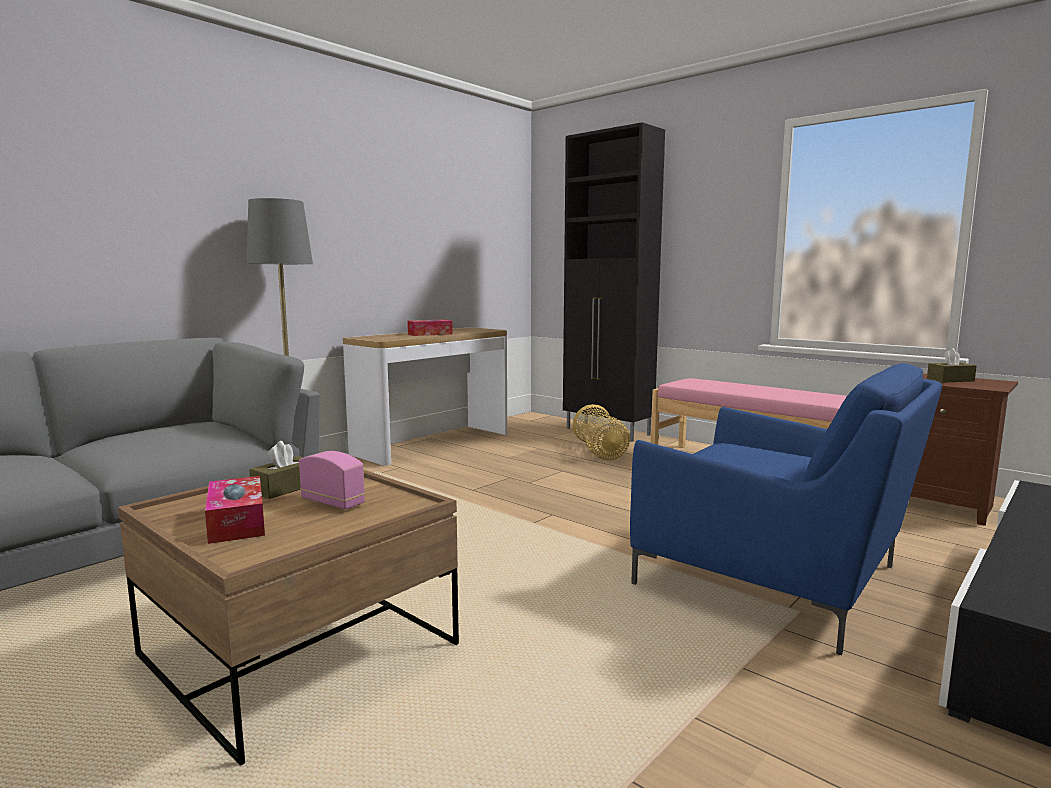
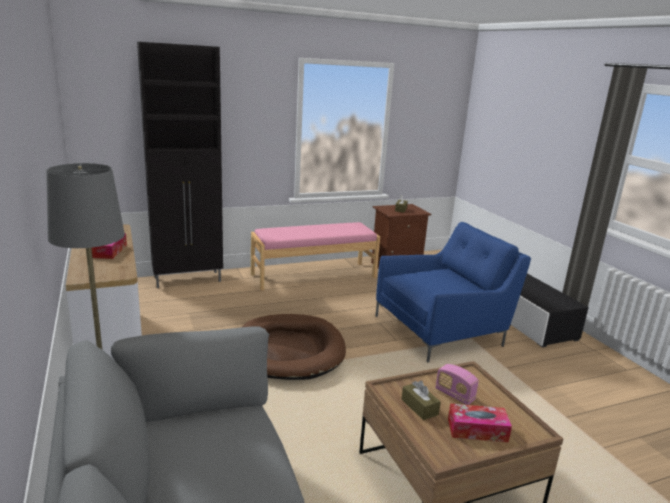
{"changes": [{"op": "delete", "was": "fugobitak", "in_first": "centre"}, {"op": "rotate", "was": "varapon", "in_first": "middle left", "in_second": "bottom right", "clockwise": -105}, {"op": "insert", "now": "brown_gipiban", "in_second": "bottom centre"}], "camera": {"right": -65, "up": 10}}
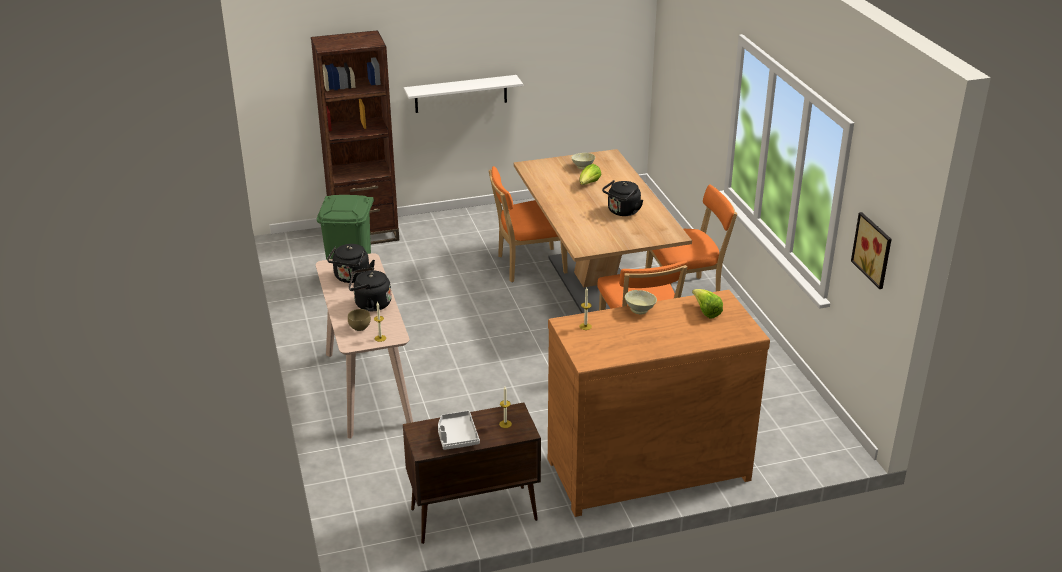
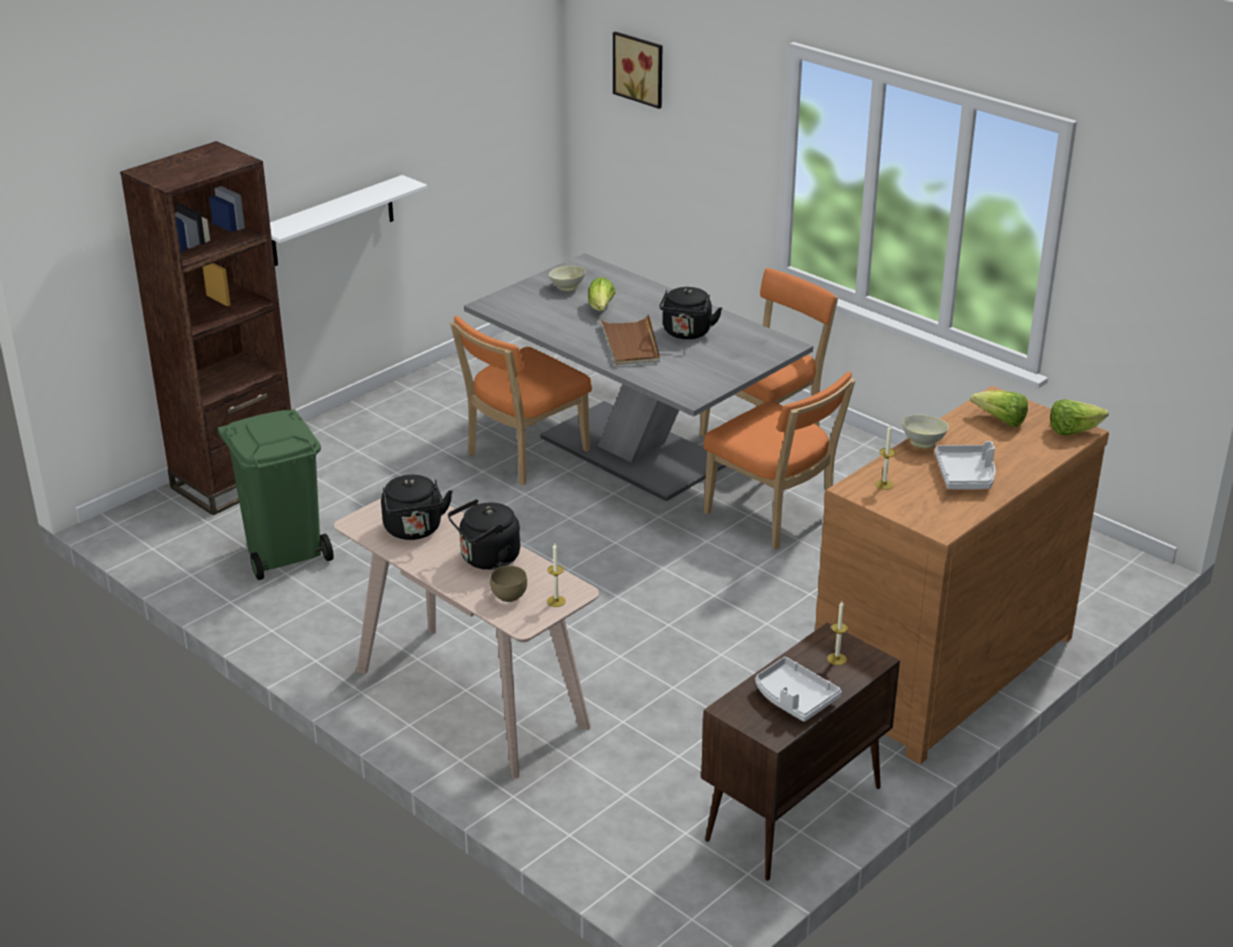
{"changes": [{"op": "recolor", "was": "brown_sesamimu", "now": "grey_sesamimu", "in_first": "centre", "in_second": "centre"}, {"op": "move", "was": "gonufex", "in_first": "middle right", "in_second": "top centre"}, {"op": "insert", "now": "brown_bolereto", "in_second": "centre"}, {"op": "insert", "now": "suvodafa (3rd from left)", "in_second": "middle right"}, {"op": "insert", "now": "grey_bolereto (2nd from left)", "in_second": "middle right"}], "camera": {"right": -30, "up": 0}}
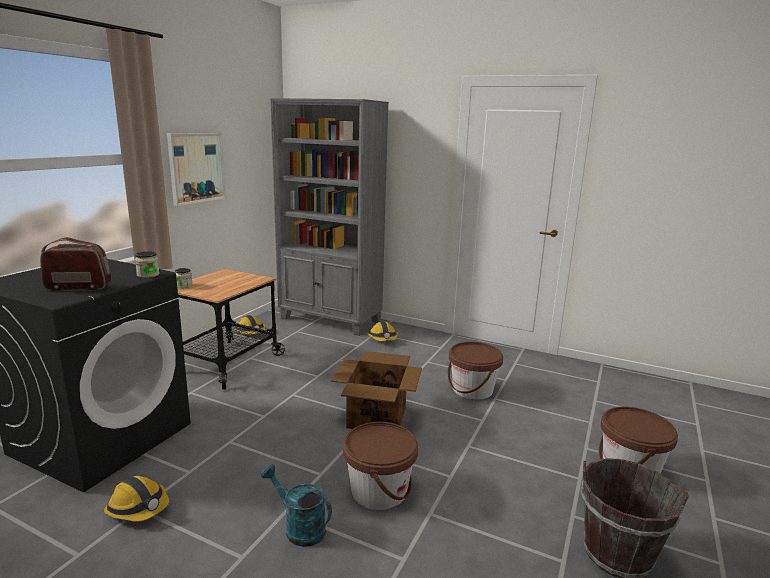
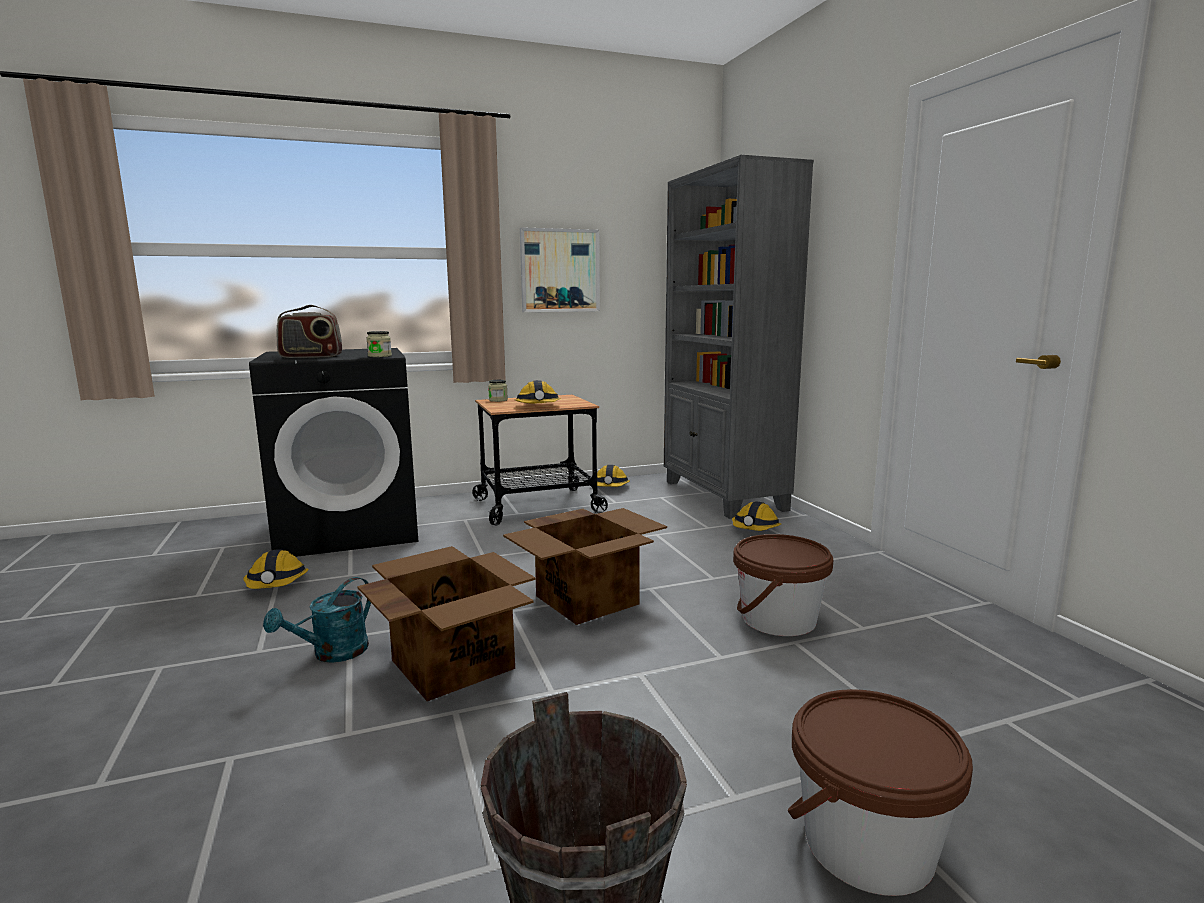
{"changes": [{"op": "rotate", "was": "varapon", "in_first": "middle left", "in_second": "middle left", "clockwise": 135}, {"op": "replace", "was": "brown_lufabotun (1st from left)", "now": "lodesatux (1st from left)", "in_first": "bottom centre", "in_second": "bottom centre"}, {"op": "rotate", "was": "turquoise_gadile", "in_first": "bottom centre", "in_second": "bottom left", "clockwise": -135}, {"op": "insert", "now": "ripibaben (2nd from left)", "in_second": "centre"}], "camera": {"right": 45, "up": -5}}
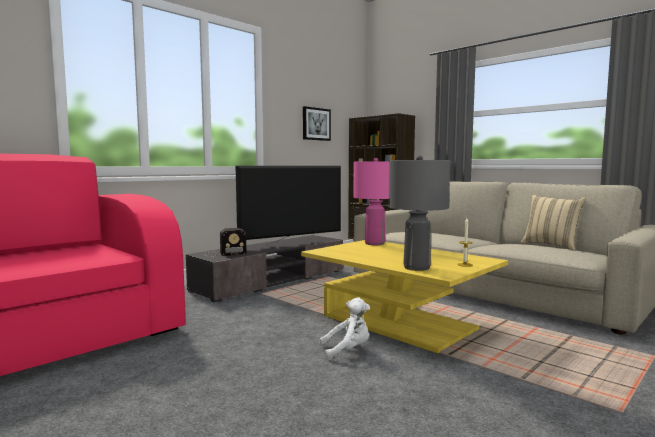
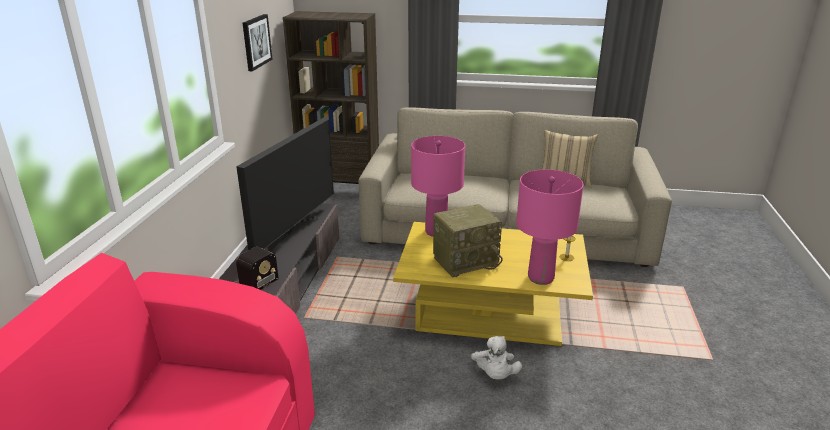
{"changes": [{"op": "recolor", "was": "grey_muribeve", "now": "pink_muribeve (2nd from left)", "in_first": "centre", "in_second": "centre"}, {"op": "rotate", "was": "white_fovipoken", "in_first": "bottom centre", "in_second": "bottom centre", "clockwise": 135}, {"op": "insert", "now": "varapon (2nd from left)", "in_second": "centre"}], "camera": {"right": -35, "up": 20}}
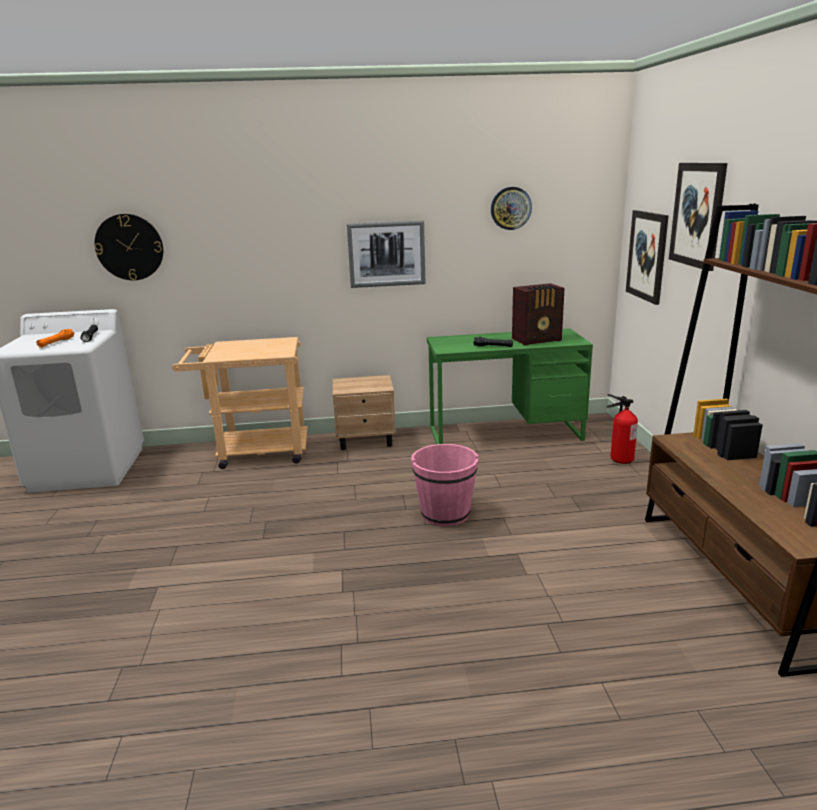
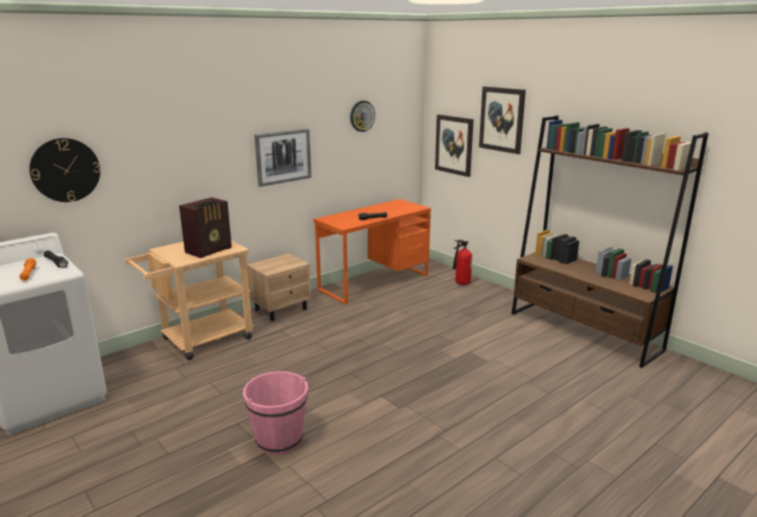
{"changes": [{"op": "move", "was": "varapon", "in_first": "centre", "in_second": "middle left"}, {"op": "recolor", "was": "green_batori", "now": "orange_batori", "in_first": "centre", "in_second": "centre"}, {"op": "move", "was": "pink_lufabotun", "in_first": "centre", "in_second": "bottom centre"}], "camera": {"right": -35, "up": 0}}
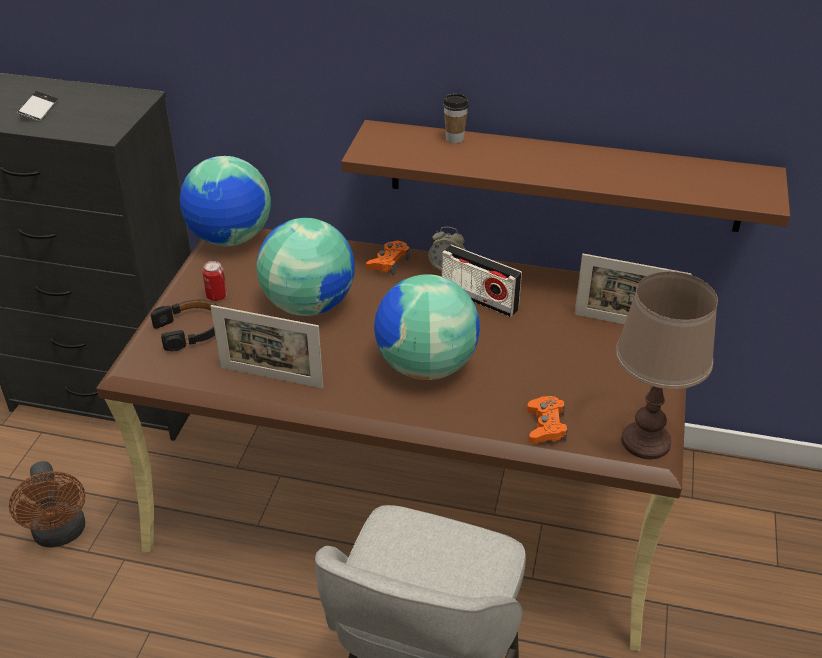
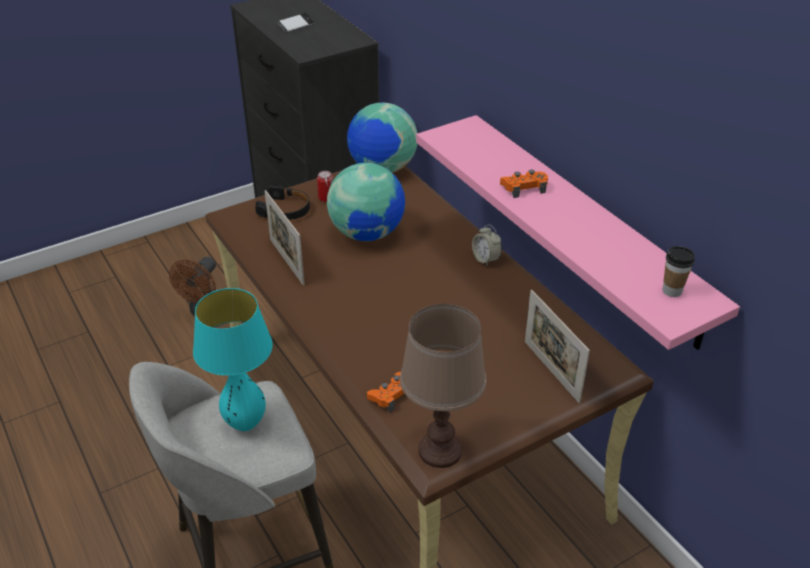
{"changes": [{"op": "move", "was": "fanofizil", "in_first": "top centre", "in_second": "middle right"}, {"op": "recolor", "was": "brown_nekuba", "now": "pink_nekuba", "in_first": "top right", "in_second": "middle right"}, {"op": "move", "was": "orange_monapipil (1st from left in the first image)", "now": "orange_monapipil (2nd from left)", "in_first": "centre", "in_second": "top centre"}, {"op": "delete", "was": "varapon", "in_first": "centre"}, {"op": "delete", "was": "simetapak (3rd from left)", "in_first": "centre"}, {"op": "insert", "now": "turquoise_muribeve", "in_second": "middle left"}], "camera": {"right": 45, "up": 0}}
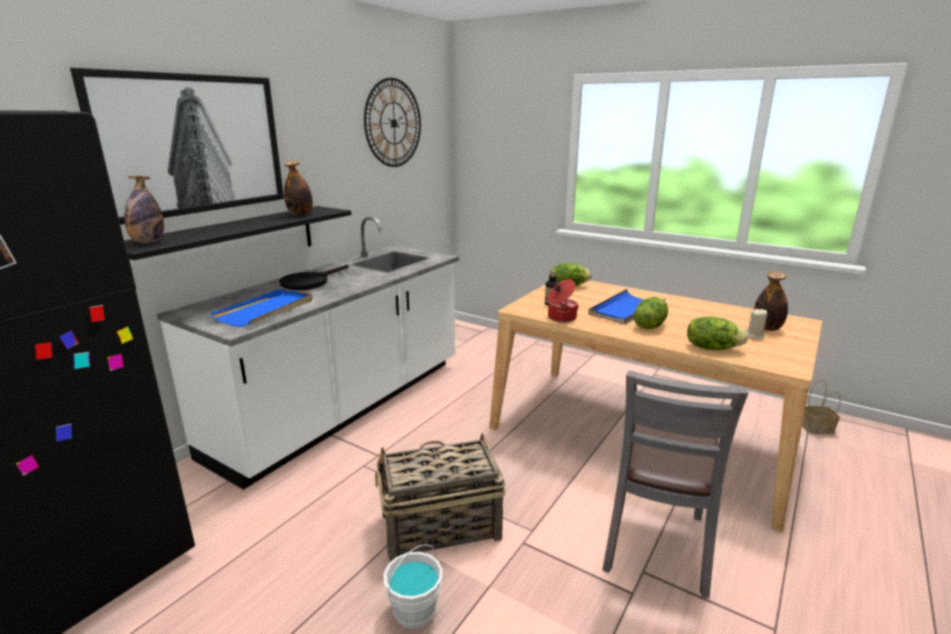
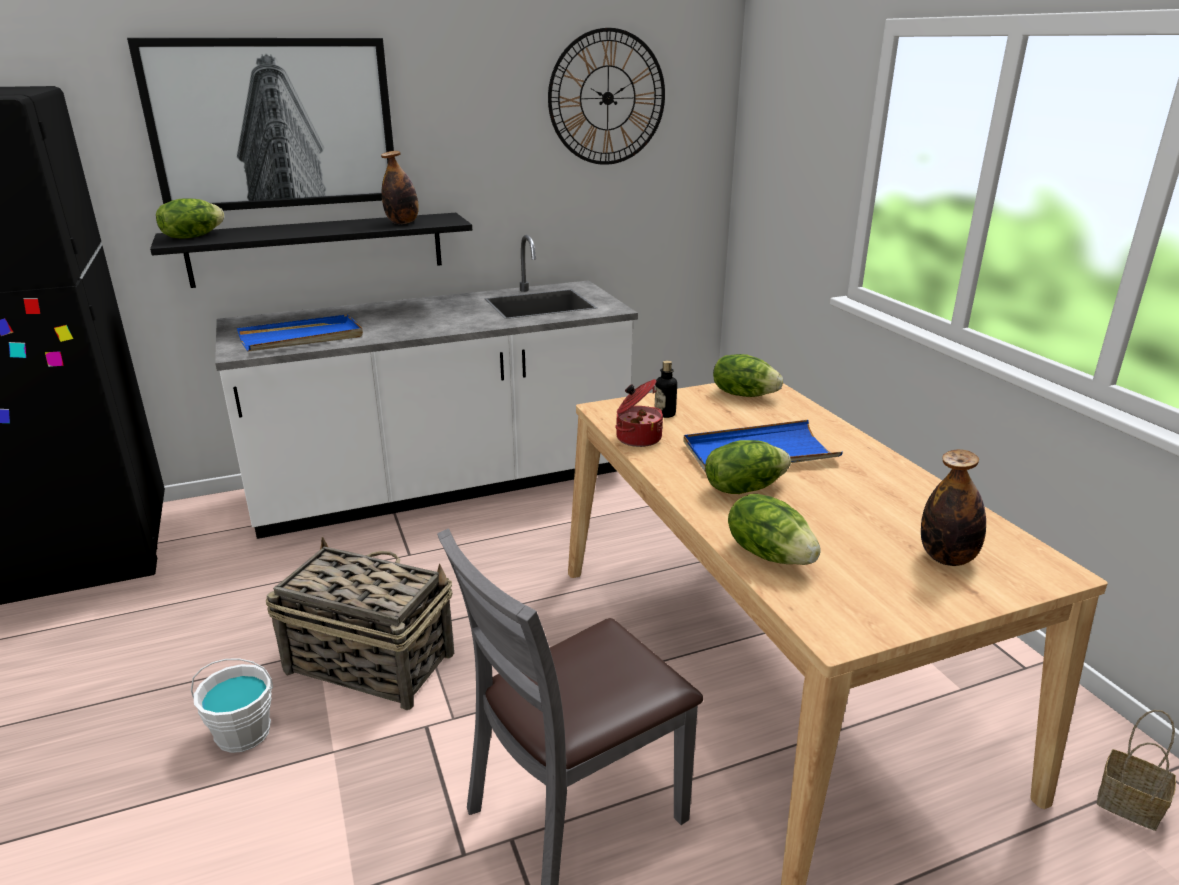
{"changes": [{"op": "replace", "was": "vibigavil (1st from left)", "now": "suvodafa (1st from left)", "in_first": "top left", "in_second": "top left"}, {"op": "delete", "was": "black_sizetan", "in_first": "middle left"}, {"op": "delete", "was": "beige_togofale", "in_first": "middle right"}], "camera": {"right": 35, "up": 5}}
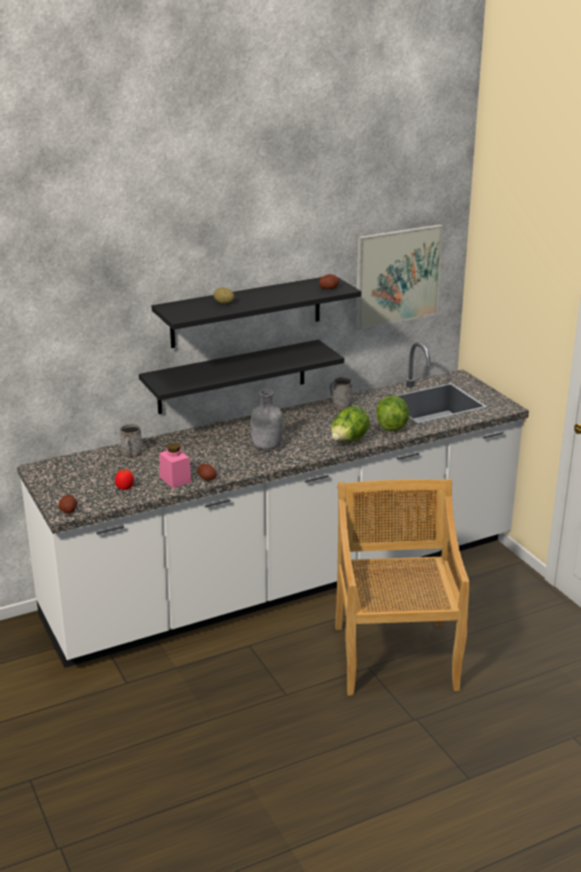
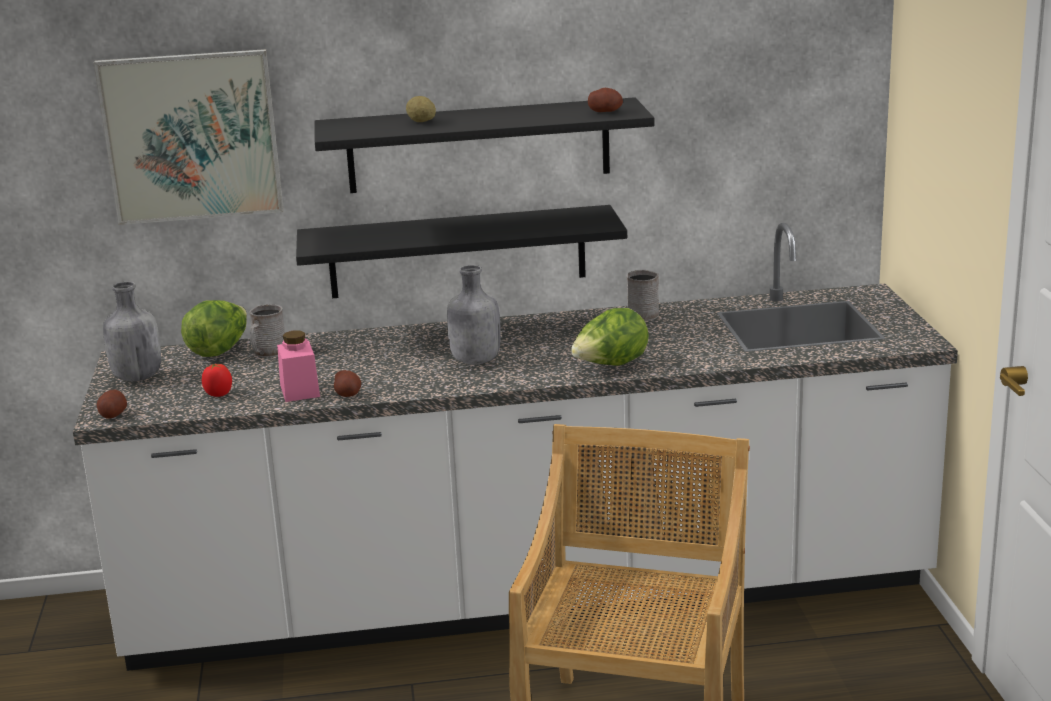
{"changes": [{"op": "move", "was": "gonufex", "in_first": "top right", "in_second": "top left"}, {"op": "move", "was": "suvodafa (2nd from left in the first image)", "now": "suvodafa (1st from left)", "in_first": "middle right", "in_second": "middle left"}, {"op": "insert", "now": "grey_vibigavil (1st from left)", "in_second": "middle left"}], "camera": {"right": 20, "up": -5}}
